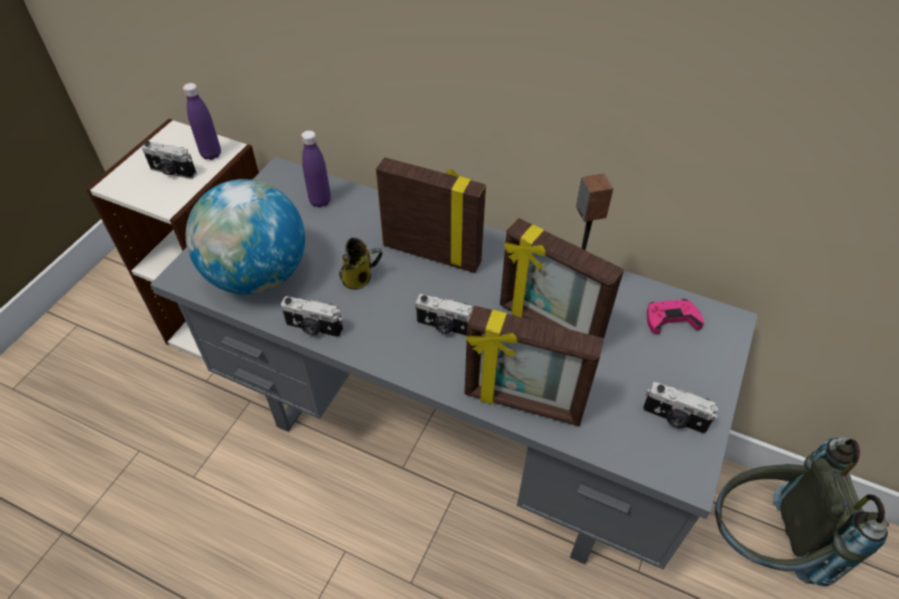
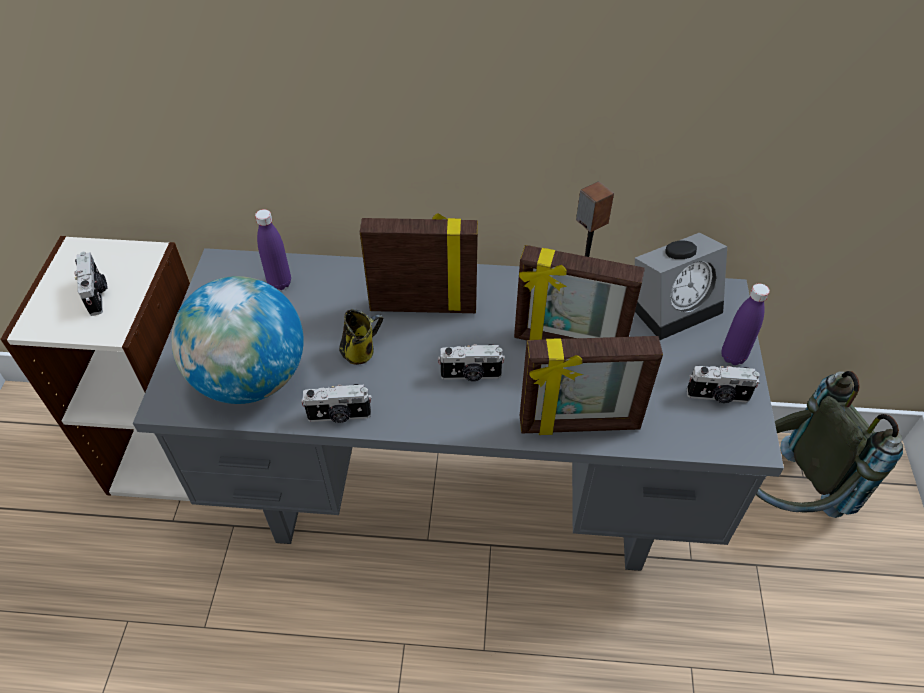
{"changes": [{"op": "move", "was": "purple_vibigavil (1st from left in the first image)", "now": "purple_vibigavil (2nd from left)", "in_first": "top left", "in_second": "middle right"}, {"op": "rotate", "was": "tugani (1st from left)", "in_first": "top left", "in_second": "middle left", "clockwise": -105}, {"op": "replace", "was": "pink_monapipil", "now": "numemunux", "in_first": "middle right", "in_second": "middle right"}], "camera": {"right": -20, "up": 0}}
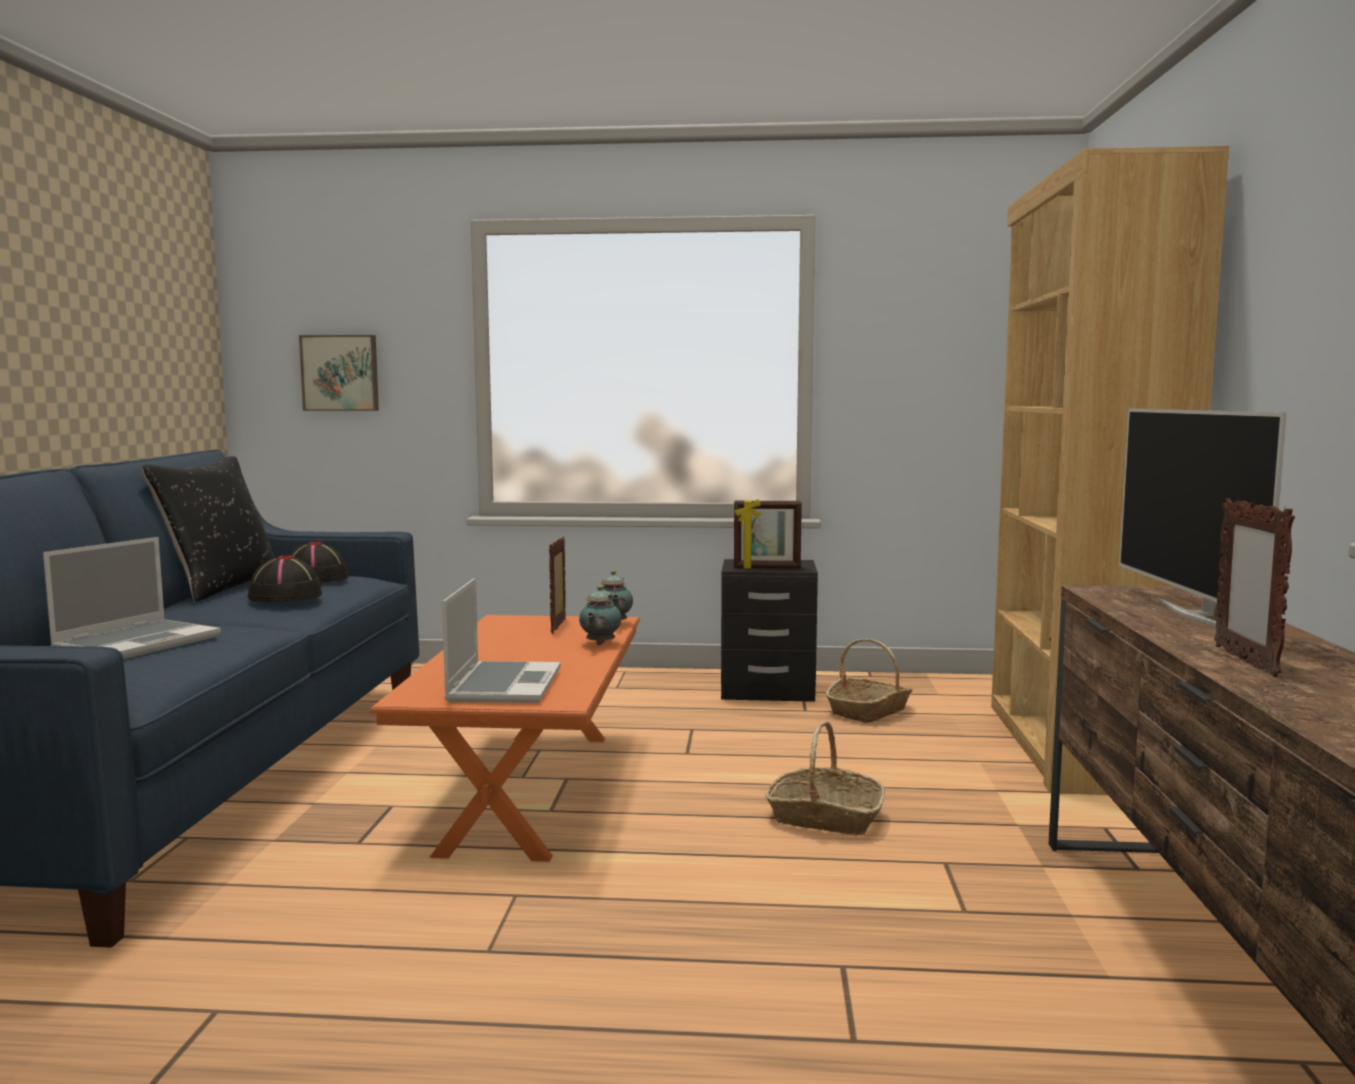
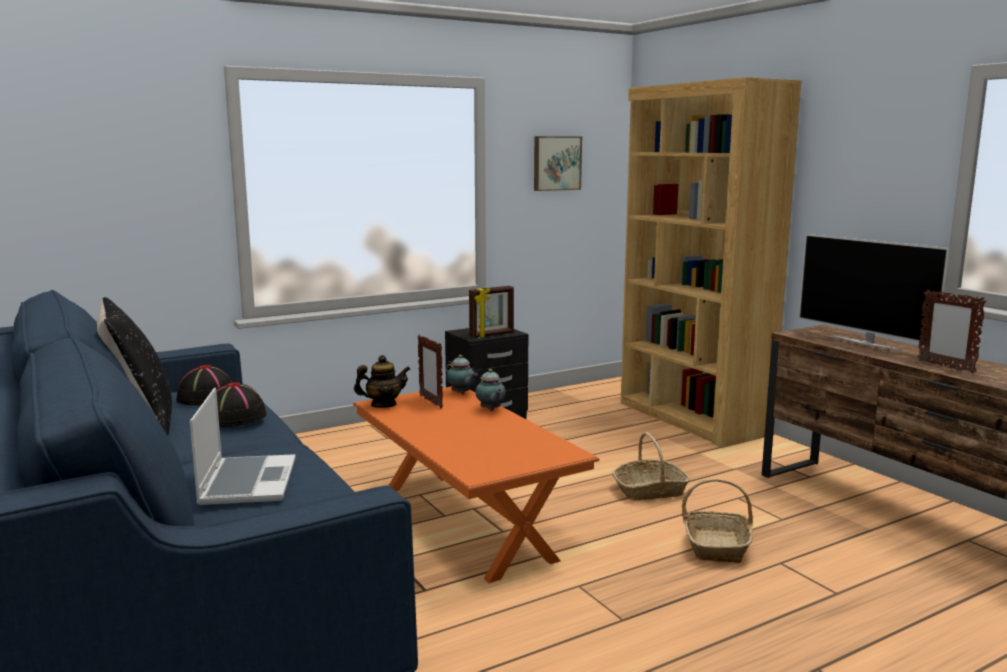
{"changes": [{"op": "move", "was": "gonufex", "in_first": "middle left", "in_second": "top centre"}, {"op": "delete", "was": "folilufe (2nd from left)", "in_first": "centre"}, {"op": "move", "was": "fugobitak (2nd from left)", "in_first": "centre", "in_second": "bottom right"}, {"op": "insert", "now": "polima (1st from left)", "in_second": "centre"}], "camera": {"right": -35, "up": 5}}
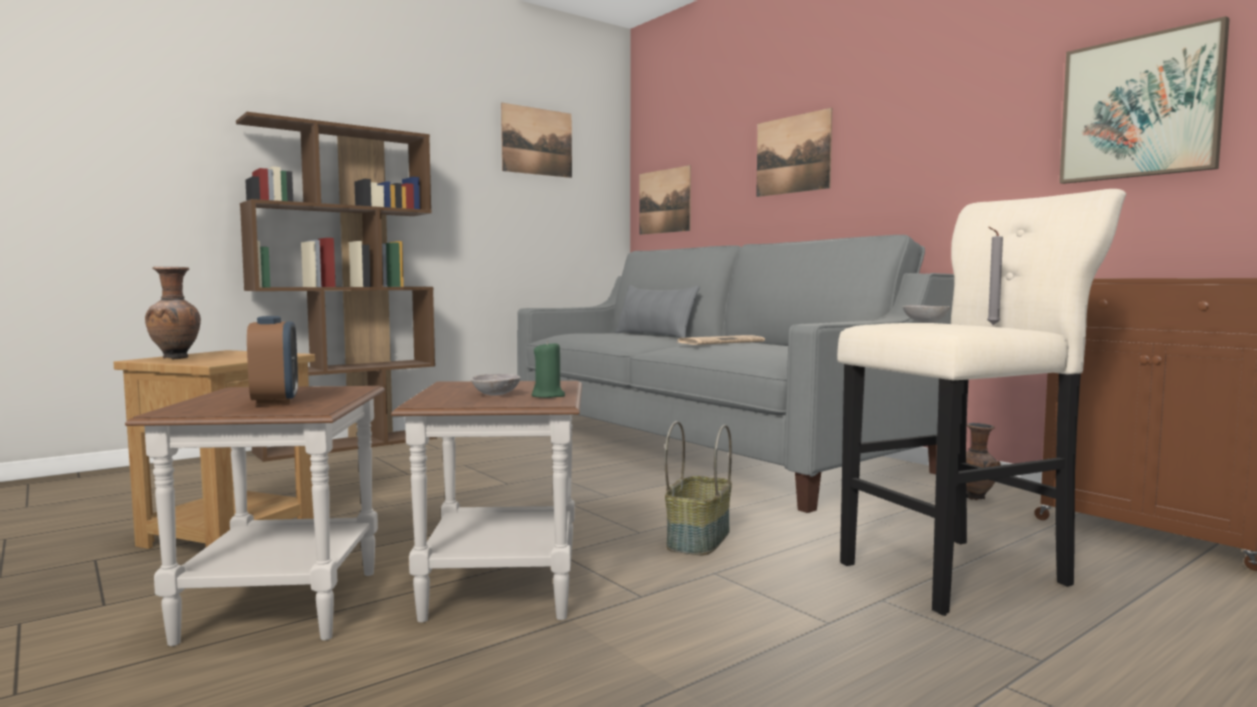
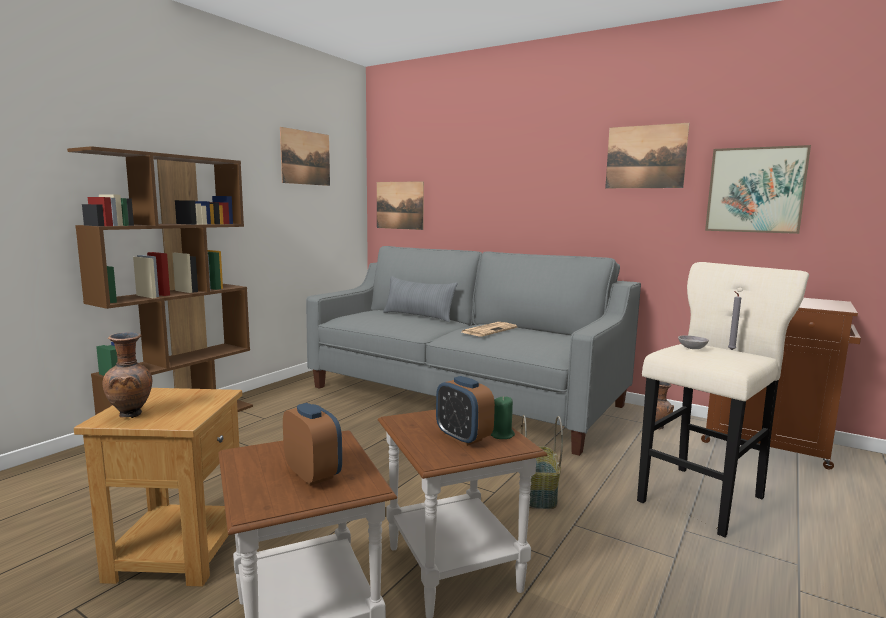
{"changes": [{"op": "move", "was": "gonufex (3rd from left)", "in_first": "top centre", "in_second": "top right"}, {"op": "replace", "was": "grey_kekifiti (1st from left)", "now": "numemunux (2nd from left)", "in_first": "centre", "in_second": "centre"}], "camera": {"right": -20, "up": 5}}
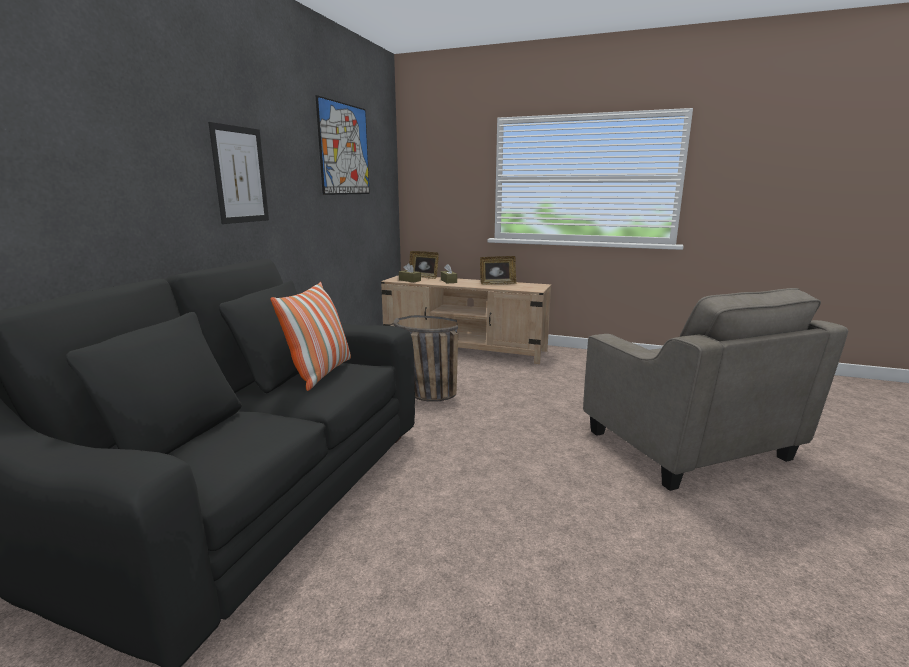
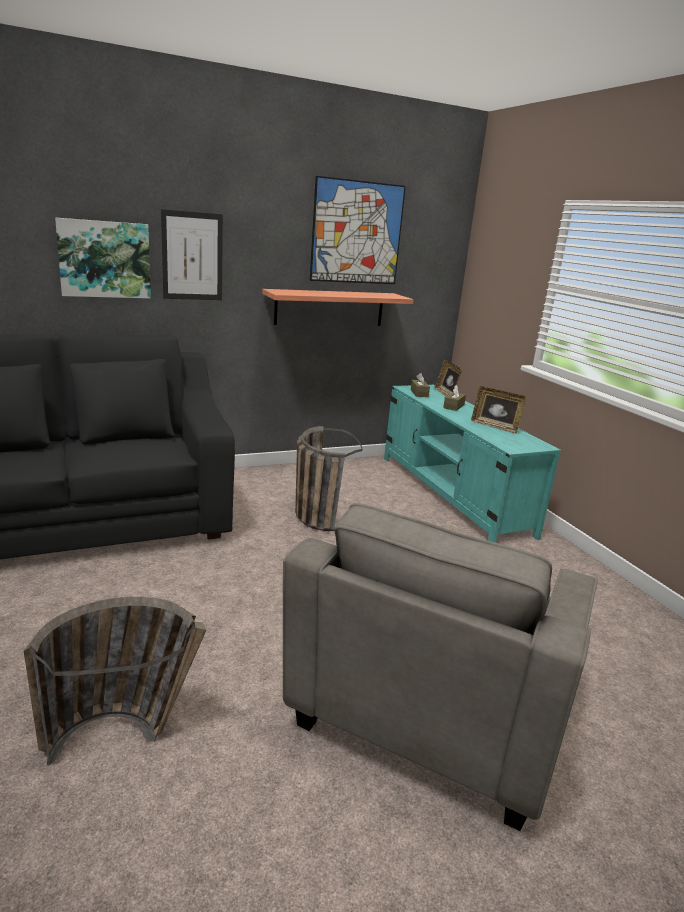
{"changes": [{"op": "recolor", "was": "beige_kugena", "now": "turquoise_kugena", "in_first": "centre", "in_second": "middle right"}, {"op": "delete", "was": "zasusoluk", "in_first": "centre"}, {"op": "insert", "now": "gonufex (1st from left)", "in_second": "top left"}, {"op": "insert", "now": "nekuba", "in_second": "centre"}, {"op": "insert", "now": "fugobitak (1st from left)", "in_second": "bottom left"}], "camera": {"right": 45, "up": 5}}
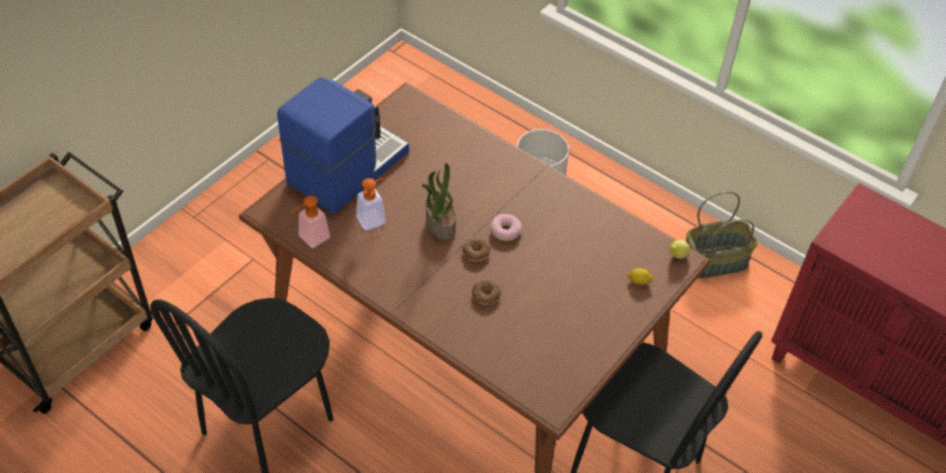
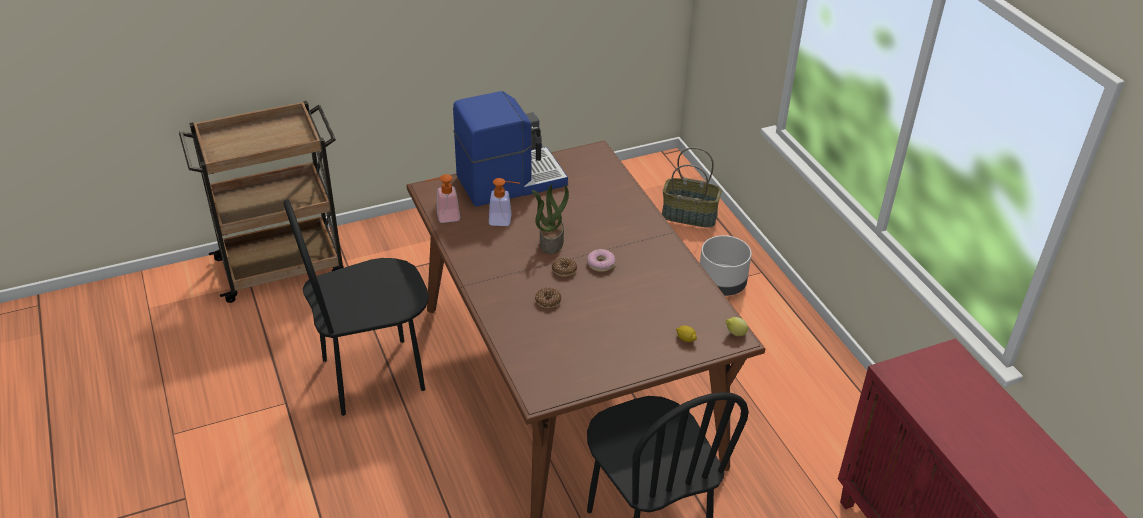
{"changes": [{"op": "move", "was": "fugobitak", "in_first": "middle right", "in_second": "centre"}], "camera": {"right": 30, "up": -10}}
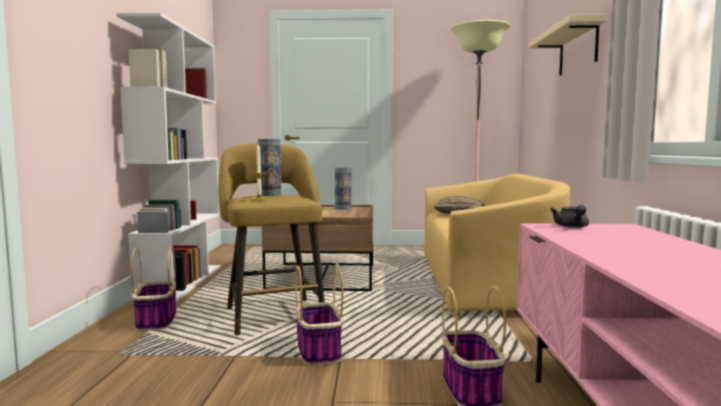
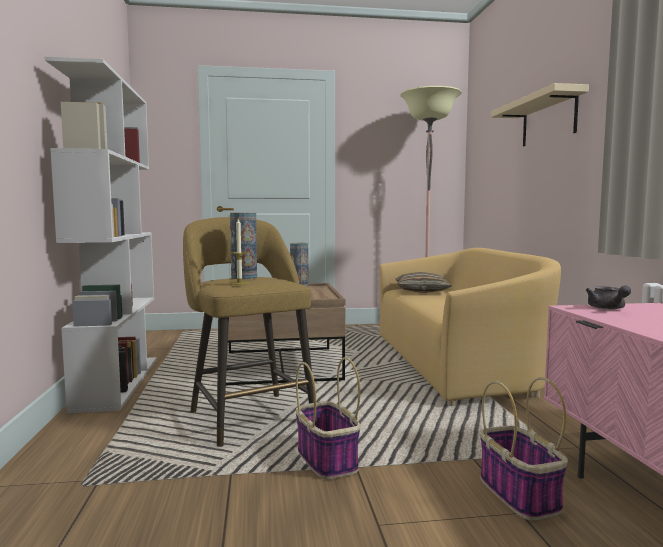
{"changes": [{"op": "delete", "was": "fugobitak (1st from left)", "in_first": "bottom left"}], "camera": {"right": -10, "up": 0}}
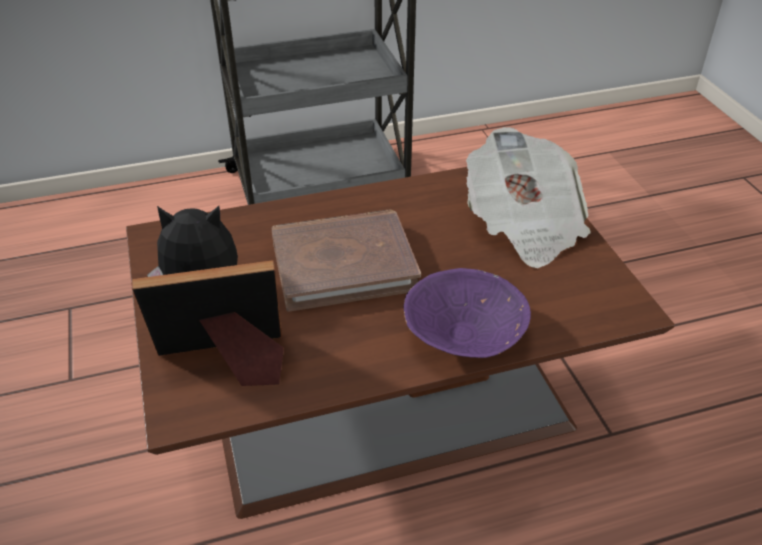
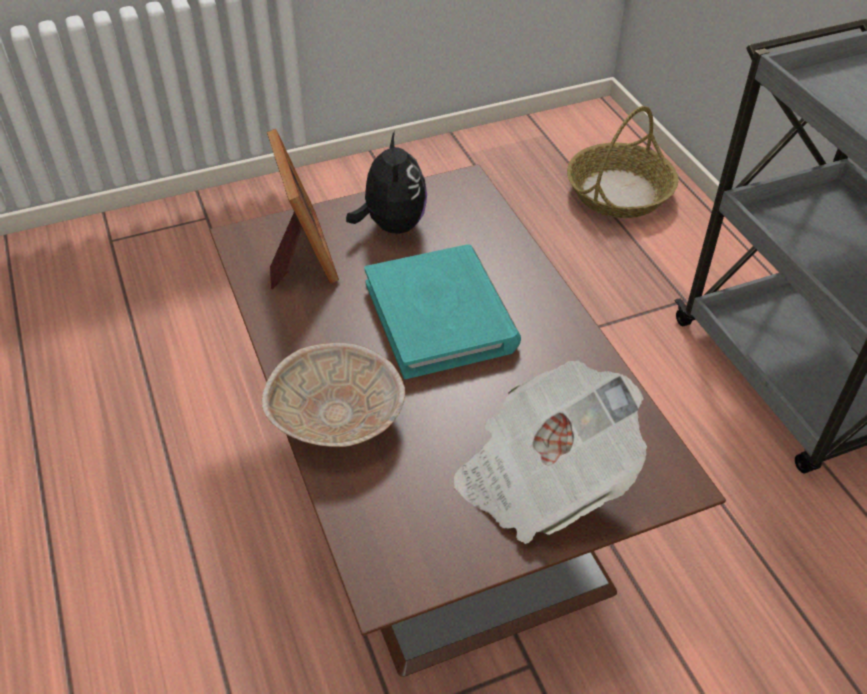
{"changes": [{"op": "recolor", "was": "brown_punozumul", "now": "turquoise_punozumul", "in_first": "centre", "in_second": "centre"}, {"op": "recolor", "was": "purple_kekifiti", "now": "beige_kekifiti", "in_first": "centre", "in_second": "centre"}, {"op": "insert", "now": "fugobitak", "in_second": "top right"}], "camera": {"right": 85, "up": 5}}
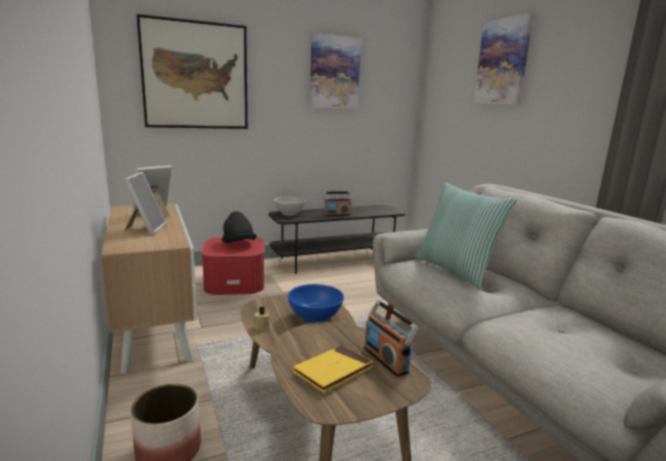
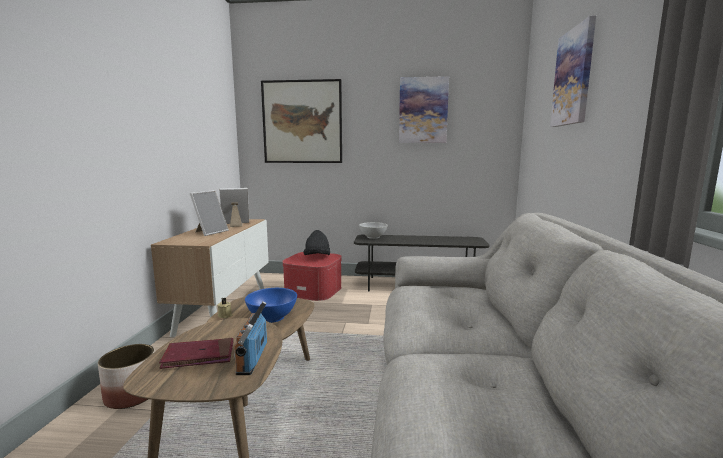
{"changes": [{"op": "delete", "was": "zasusoluk", "in_first": "middle right"}, {"op": "delete", "was": "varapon (1st from left)", "in_first": "centre"}, {"op": "recolor", "was": "yellow_punozumul", "now": "red_punozumul", "in_first": "bottom centre", "in_second": "bottom left"}], "camera": {"right": 30, "up": -5}}
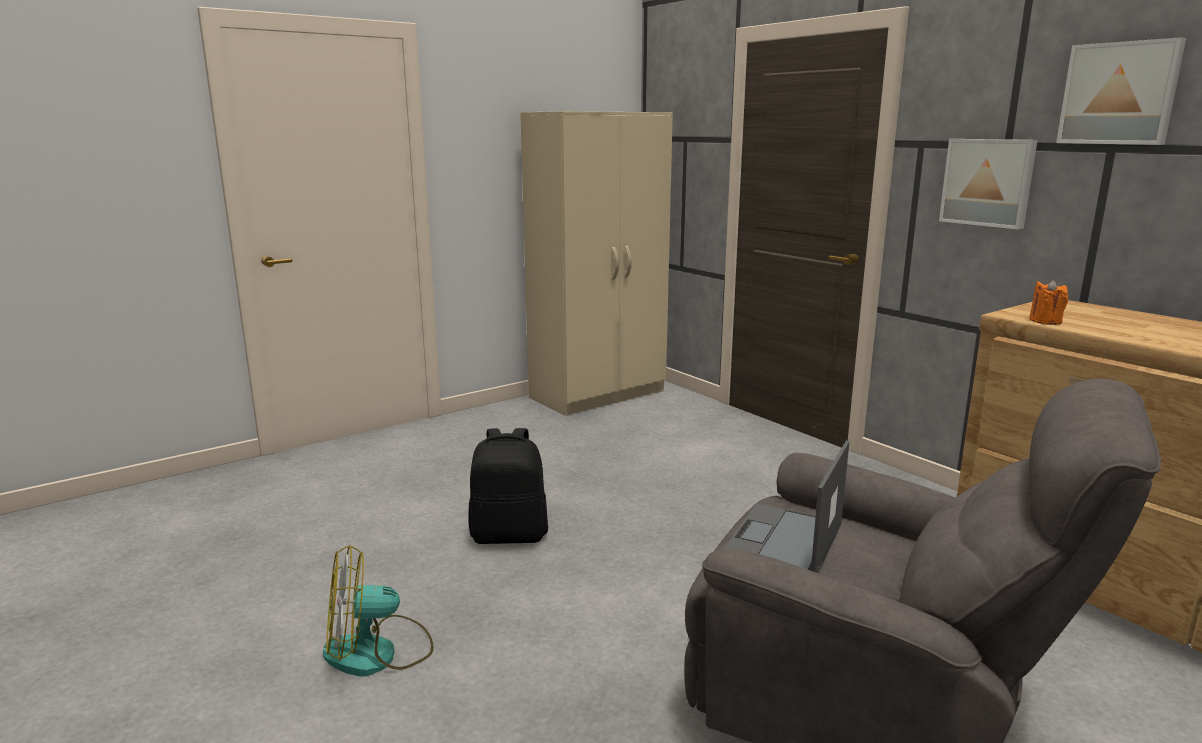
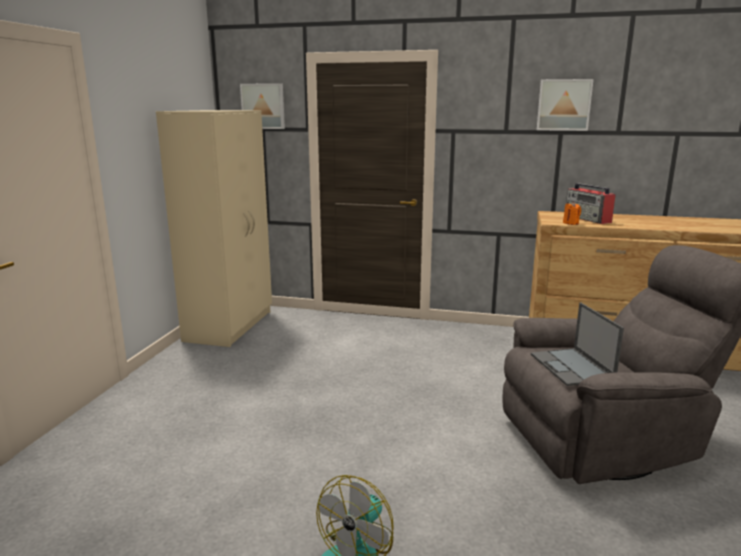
{"changes": [{"op": "move", "was": "gonufex (1st from left)", "in_first": "top right", "in_second": "top centre"}, {"op": "delete", "was": "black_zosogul", "in_first": "centre"}, {"op": "insert", "now": "varapon", "in_second": "middle right"}], "camera": {"right": -40, "up": 0}}
